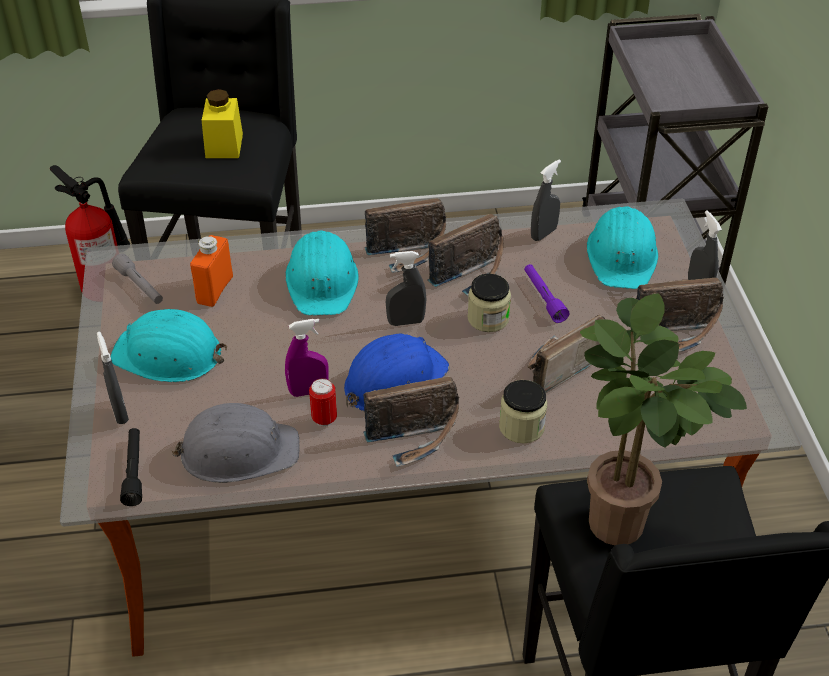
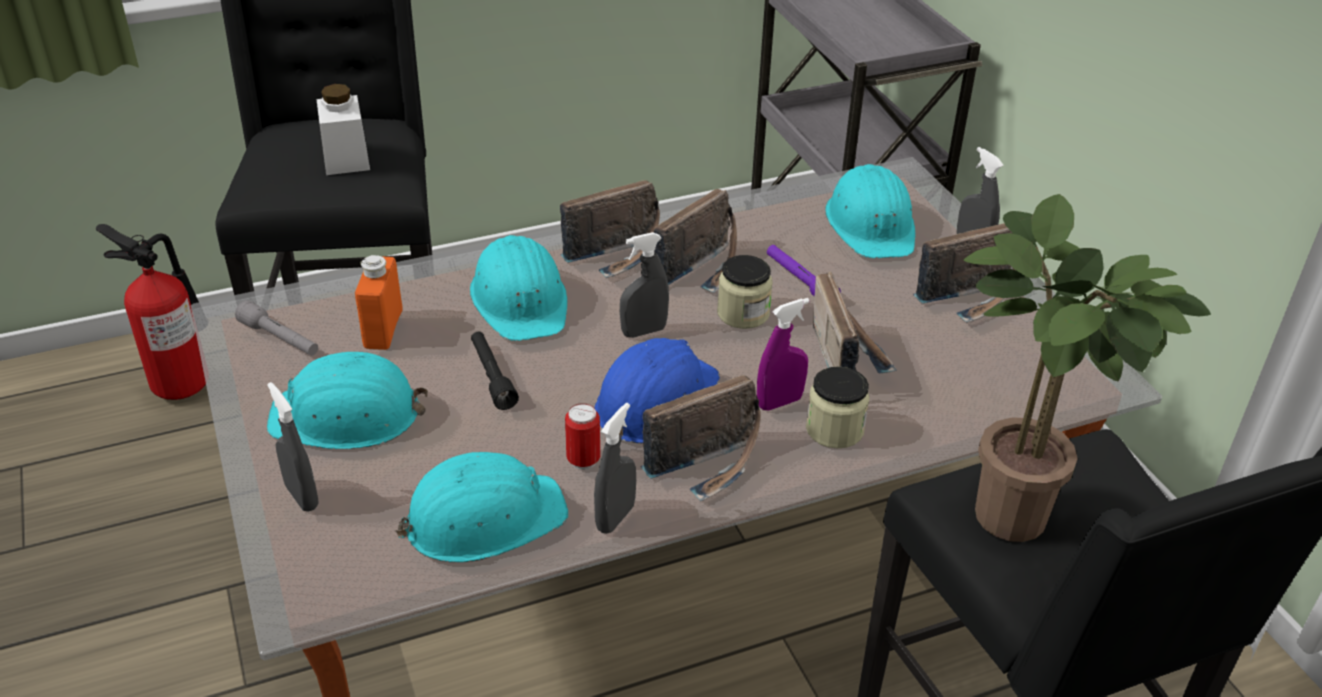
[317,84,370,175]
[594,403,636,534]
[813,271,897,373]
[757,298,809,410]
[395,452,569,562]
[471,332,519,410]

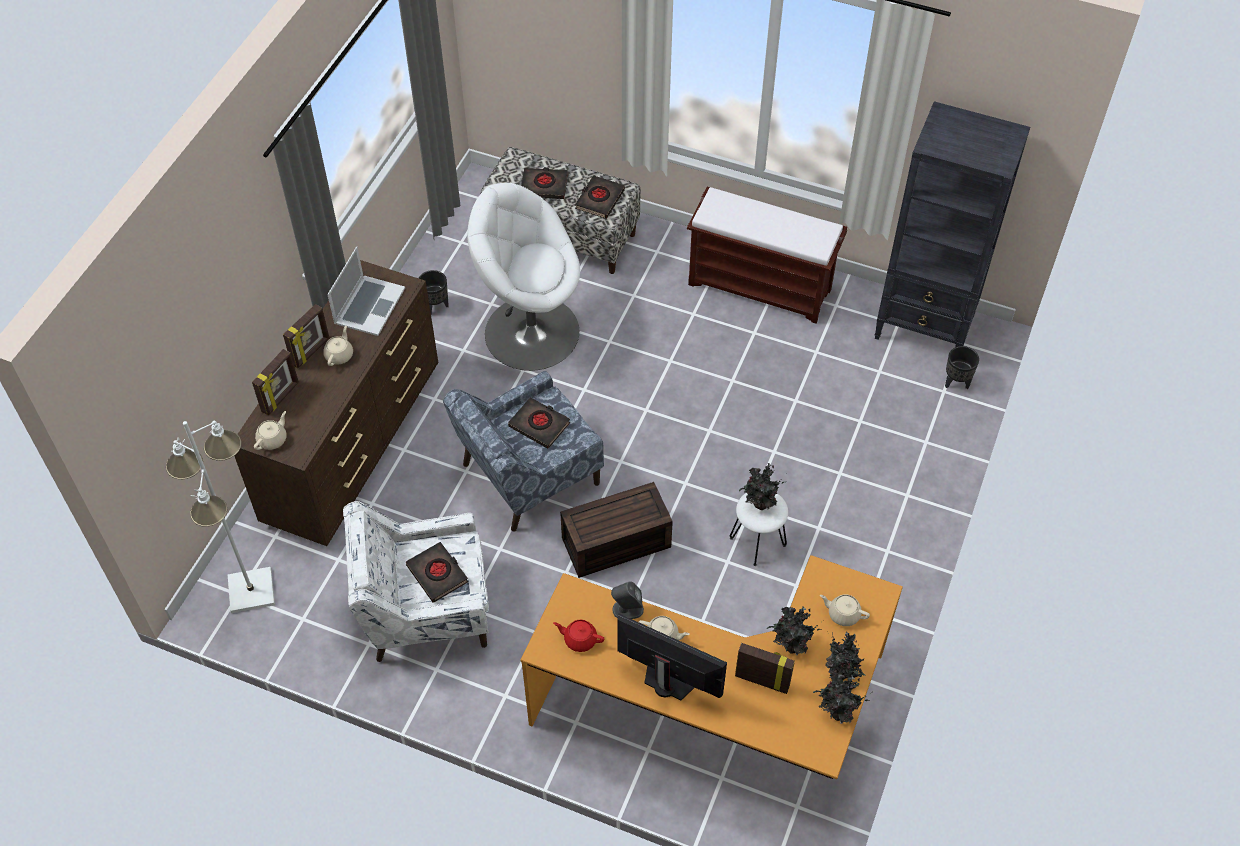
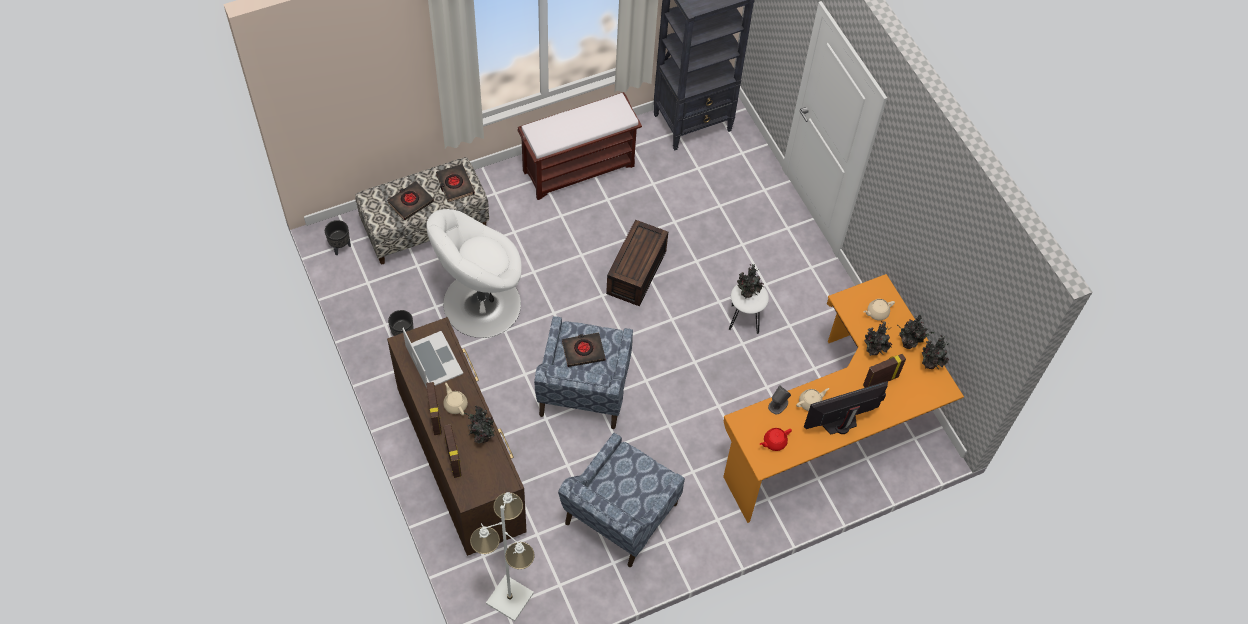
[325,220,351,256]
[254,411,287,450] (first image)
[606,220,668,306]
[558,433,685,567]
[406,542,468,603] (first image)
[464,405,495,444]

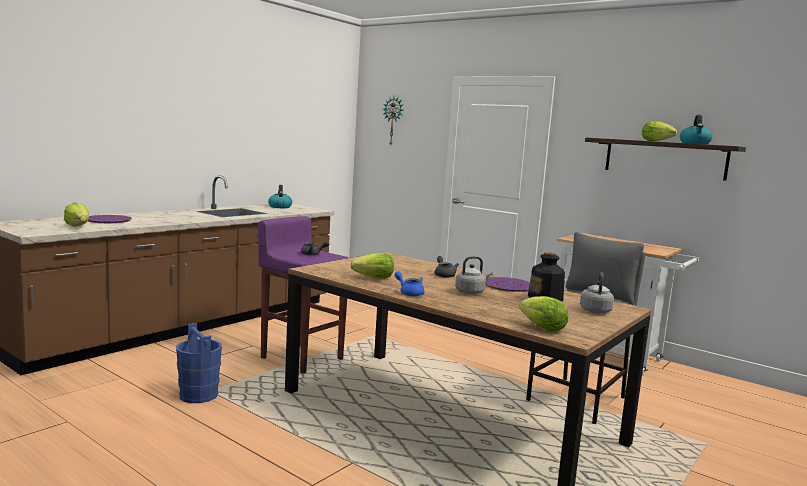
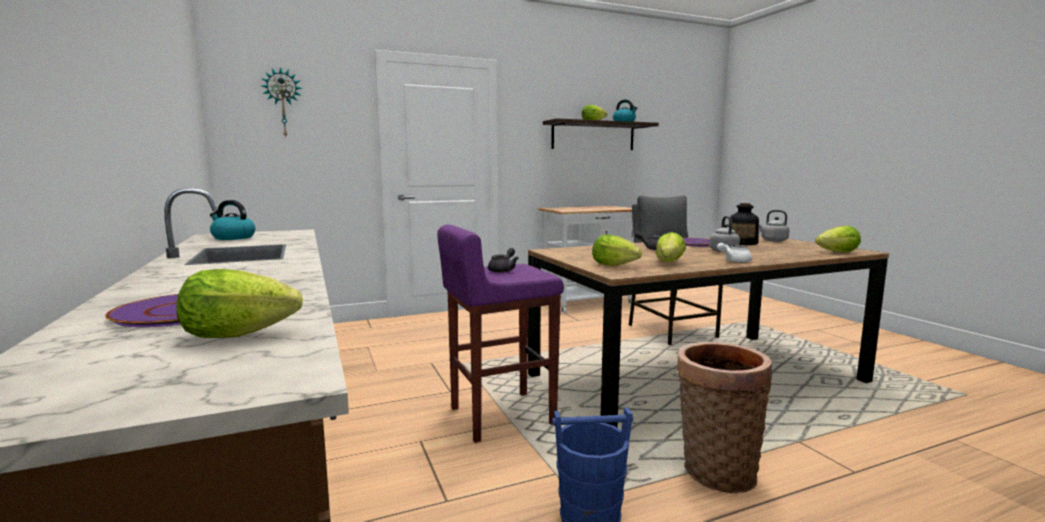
[717,243,752,263]
[592,234,642,266]
[676,342,772,493]

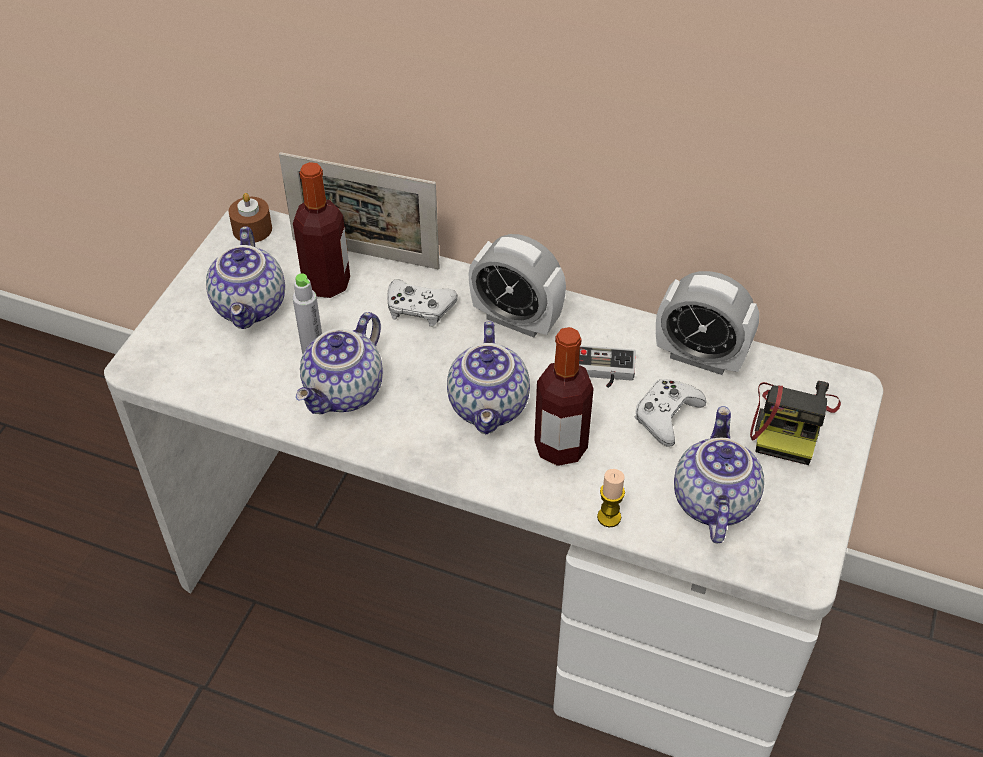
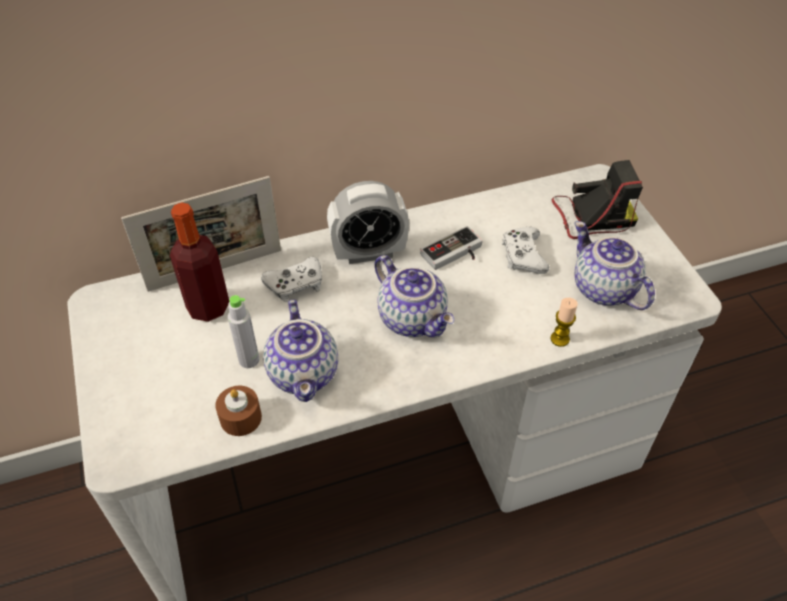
[215,386,262,436]
[206,226,285,329] (first image)
[656,271,759,375] (first image)
[534,327,594,466] (first image)
[551,160,643,239]

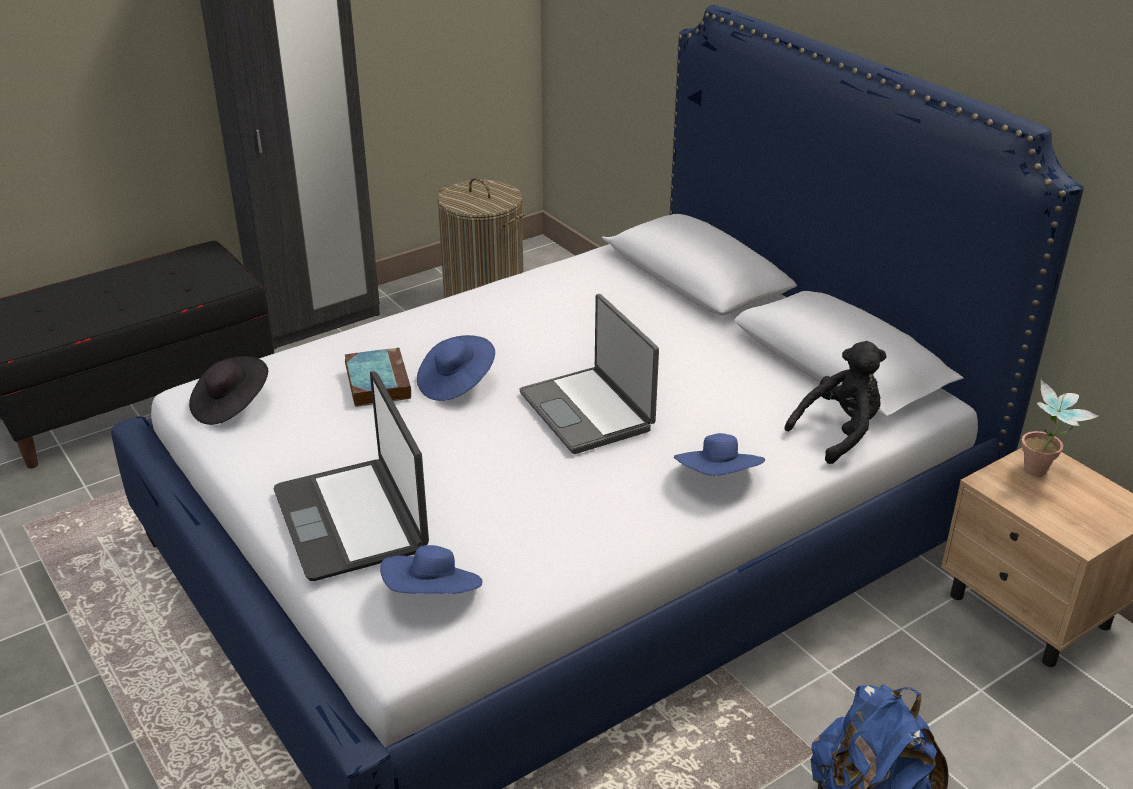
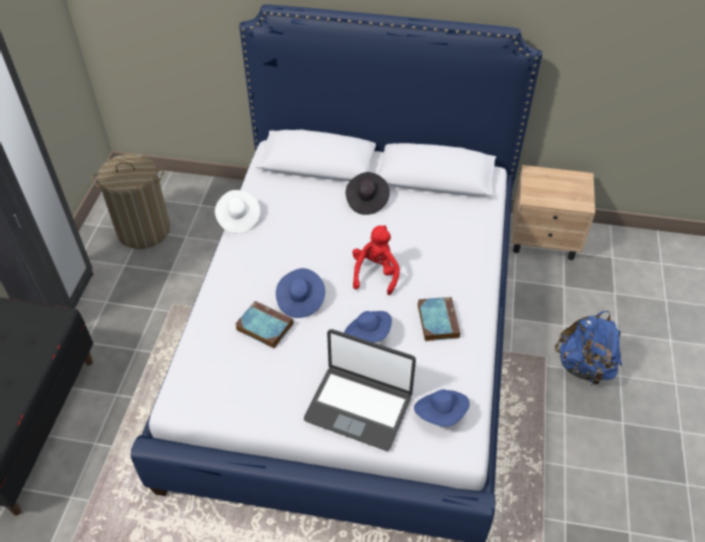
[352,225,400,295]
[784,341,887,464] (first image)
[346,172,390,215]
[1022,380,1098,477] (first image)
[344,311,392,342]
[215,190,260,234]
[418,297,460,341]

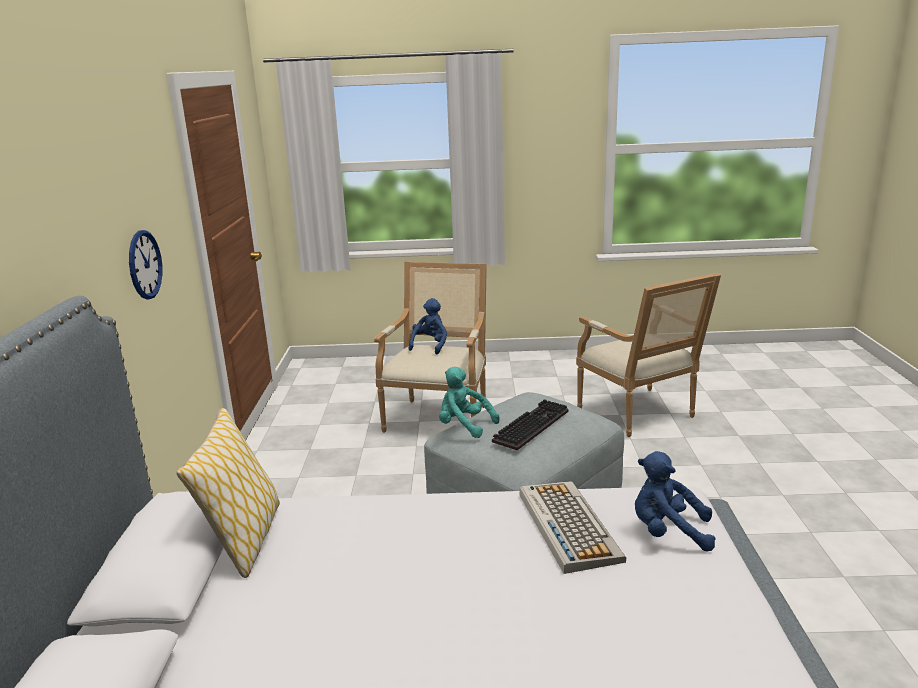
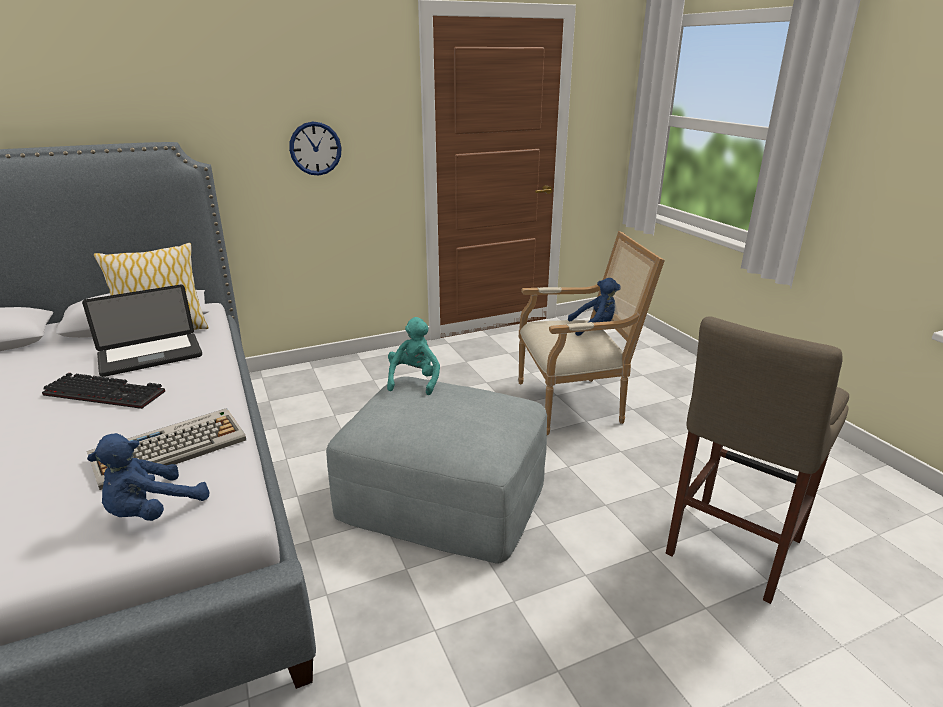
[666,316,849,604]
[42,373,165,409]
[87,433,209,521]
[82,285,202,377]

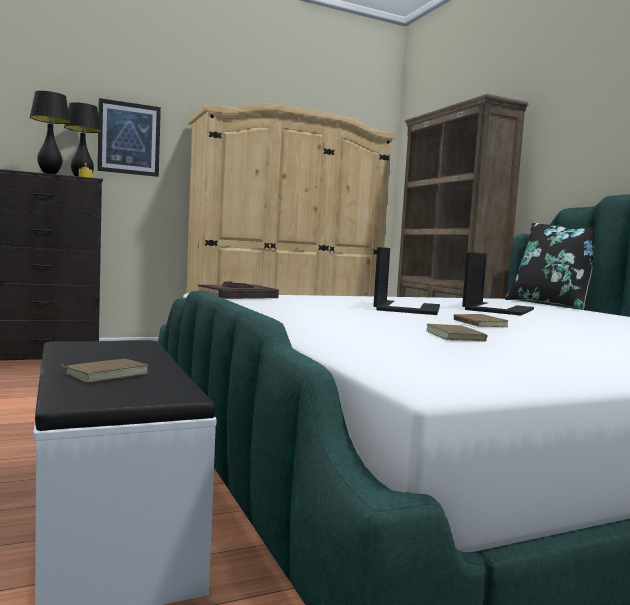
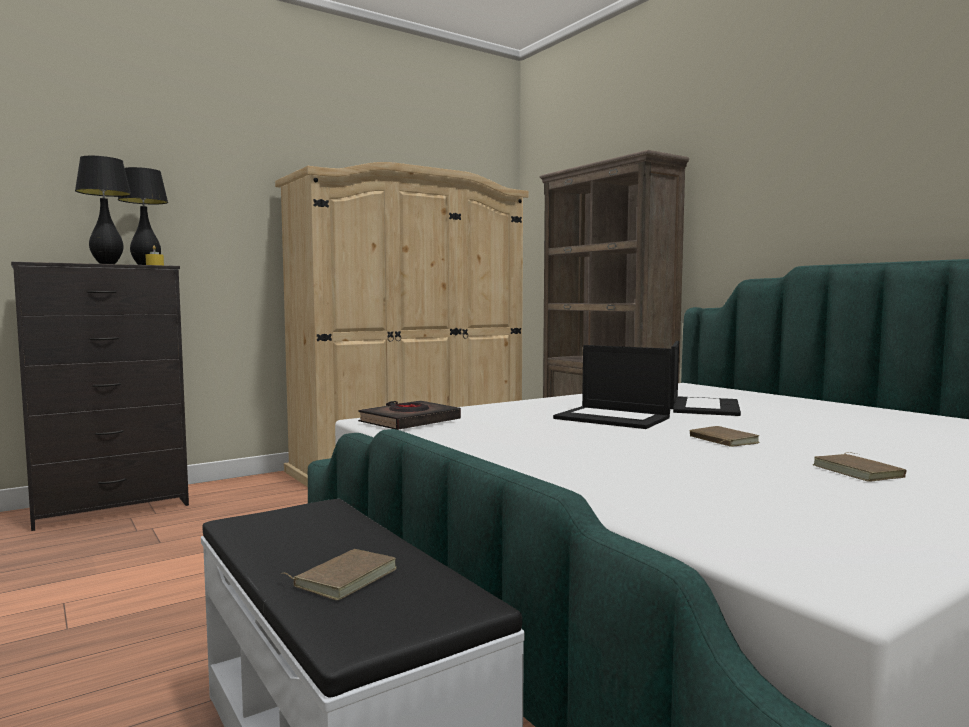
[97,98,161,177] (first image)
[505,222,595,310] (first image)
[553,345,672,429]
[813,452,907,482]

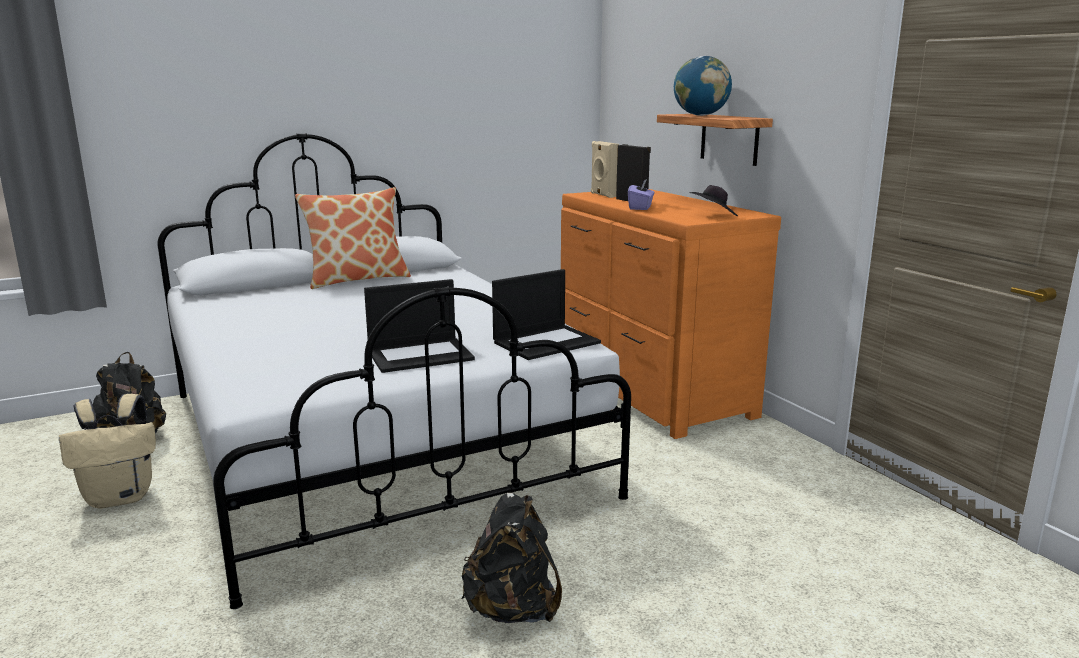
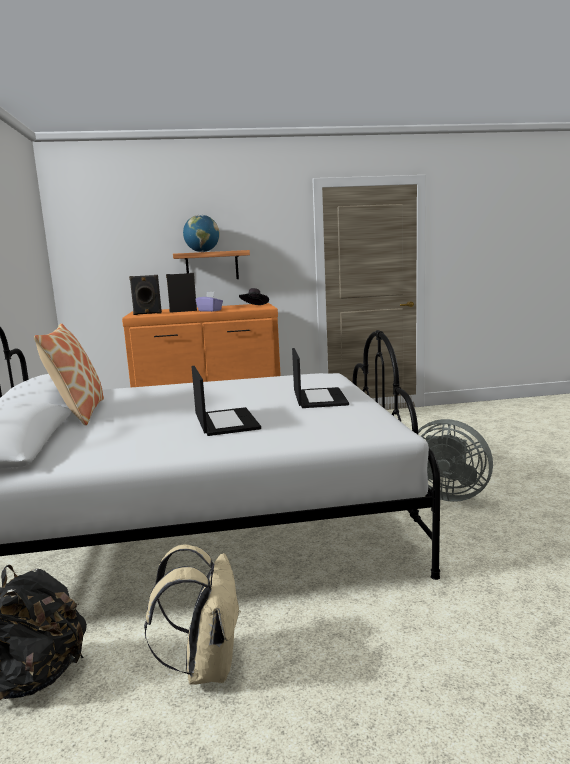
[129,275,162,315]
[191,366,261,436]
[418,419,493,502]

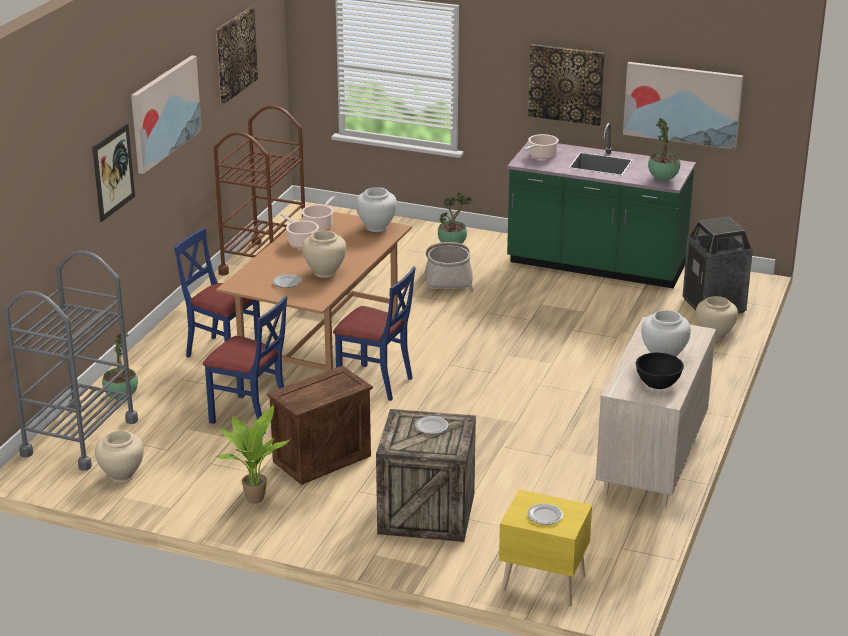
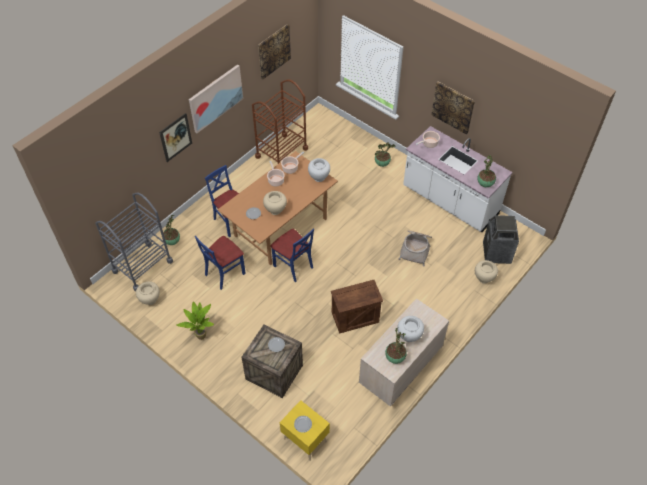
[623,62,743,150] (first image)
[403,126,513,232]
[399,231,432,266]
[195,236,246,290]
[385,328,407,364]
[331,280,383,334]

